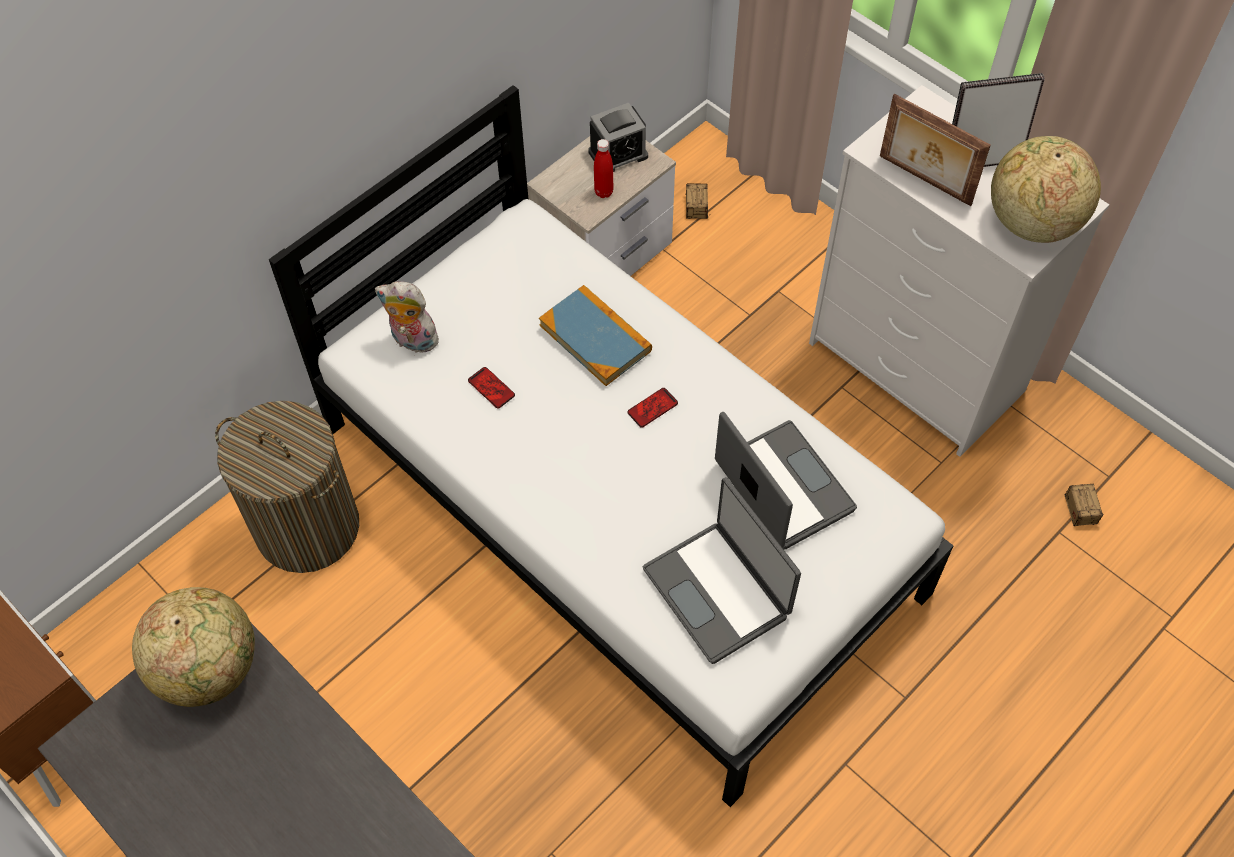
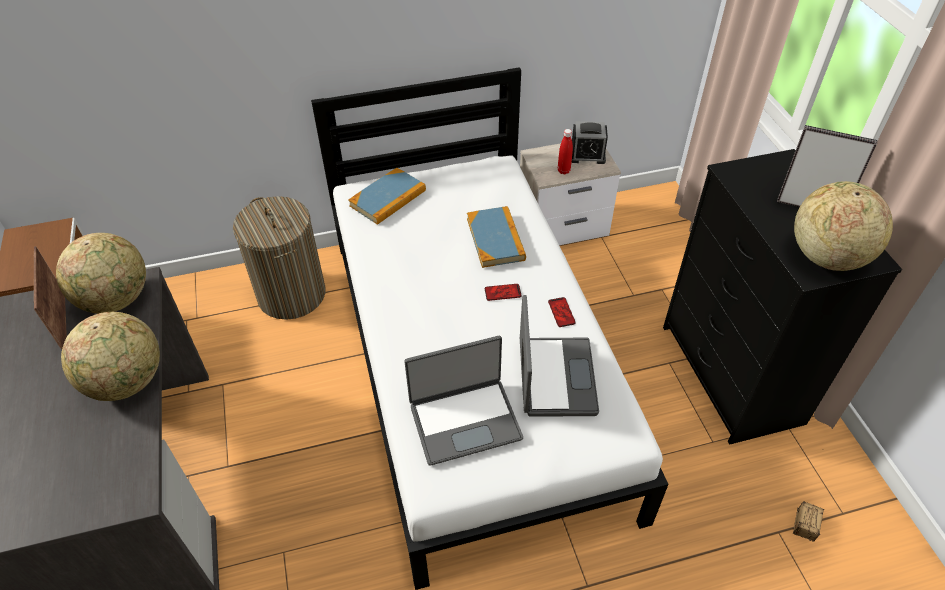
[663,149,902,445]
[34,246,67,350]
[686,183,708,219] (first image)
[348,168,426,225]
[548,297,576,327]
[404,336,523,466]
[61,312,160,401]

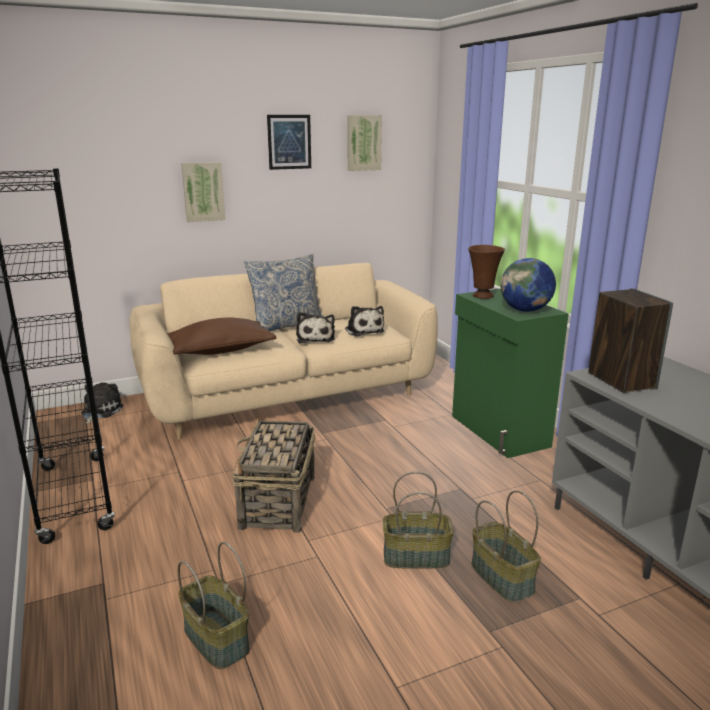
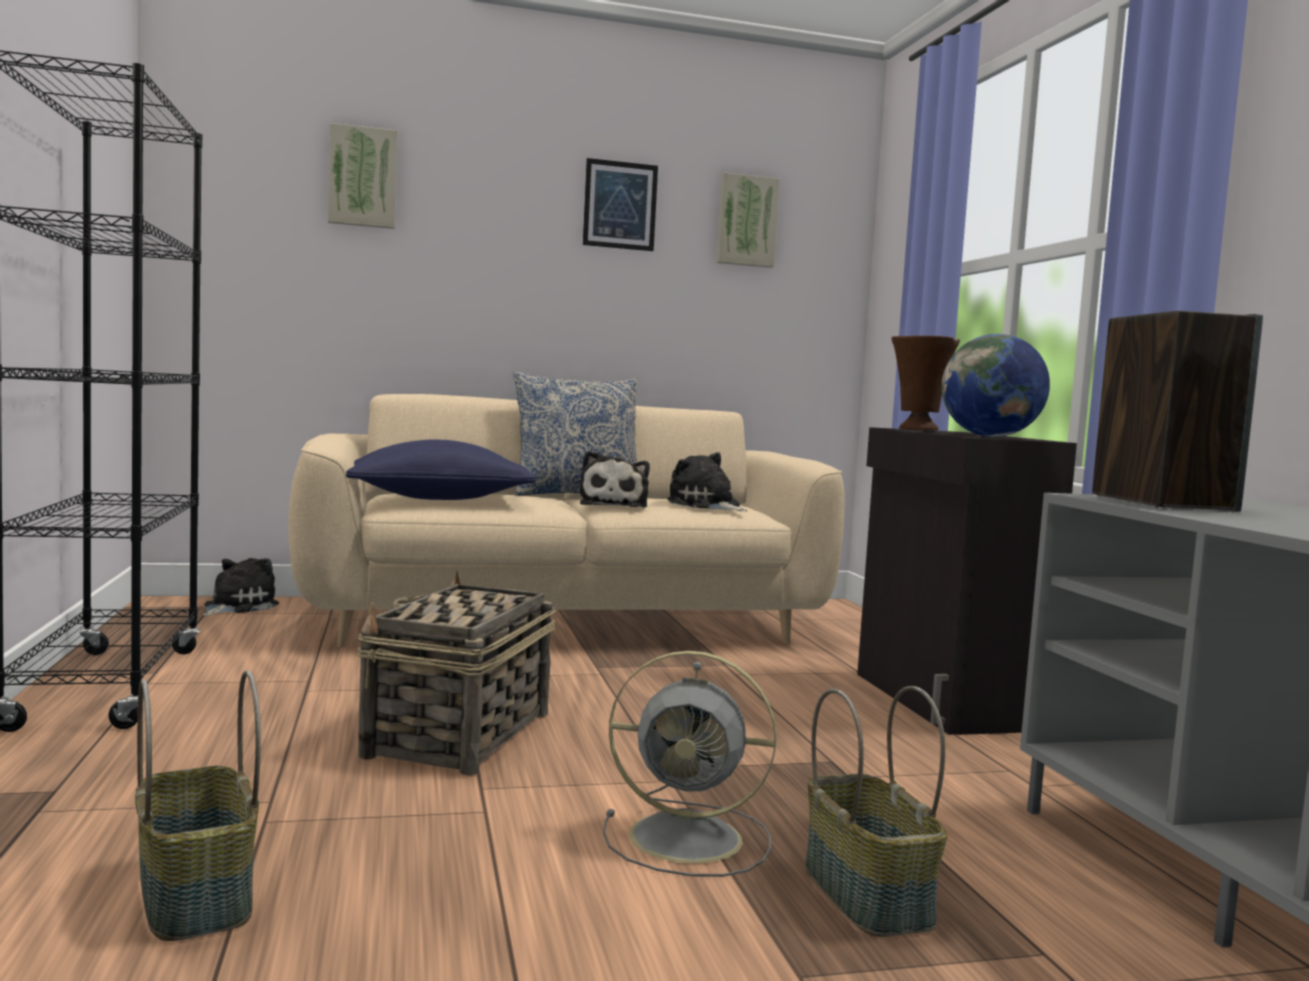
[328,123,397,229]
[857,427,1077,735]
[667,452,747,511]
[346,440,536,500]
[603,651,777,877]

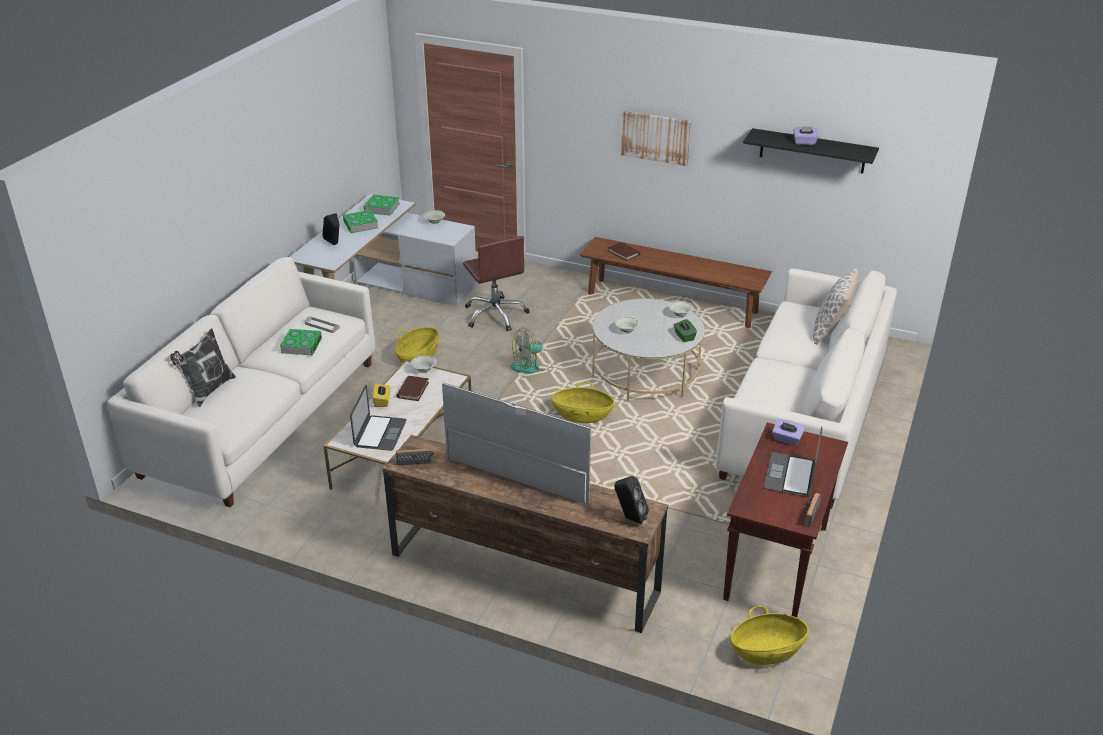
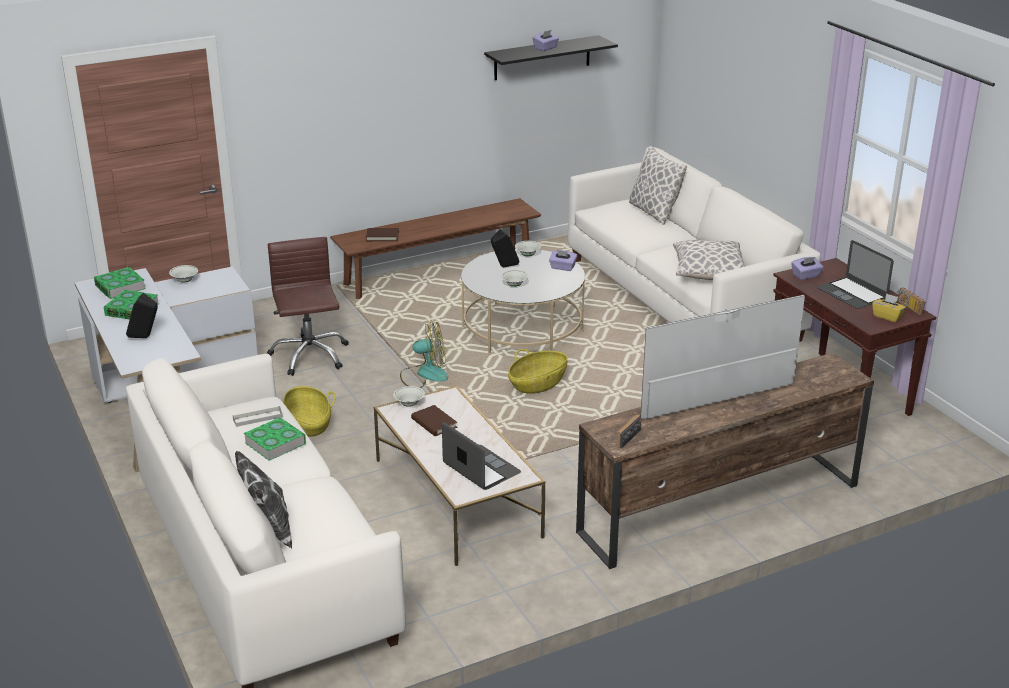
[621,111,691,166] (first image)
[267,237,349,376]
[549,250,577,271]
[400,320,448,388]
[872,293,906,322]
[491,229,519,267]
[731,606,809,665] (first image)
[673,240,744,280]

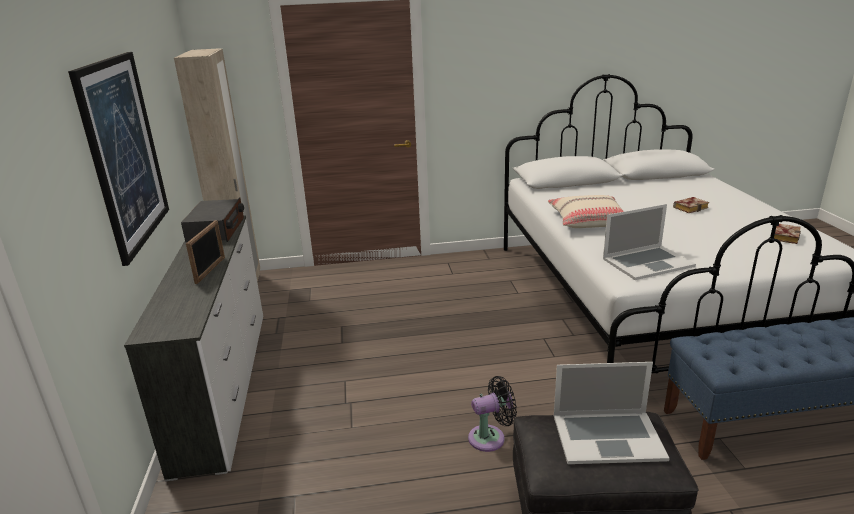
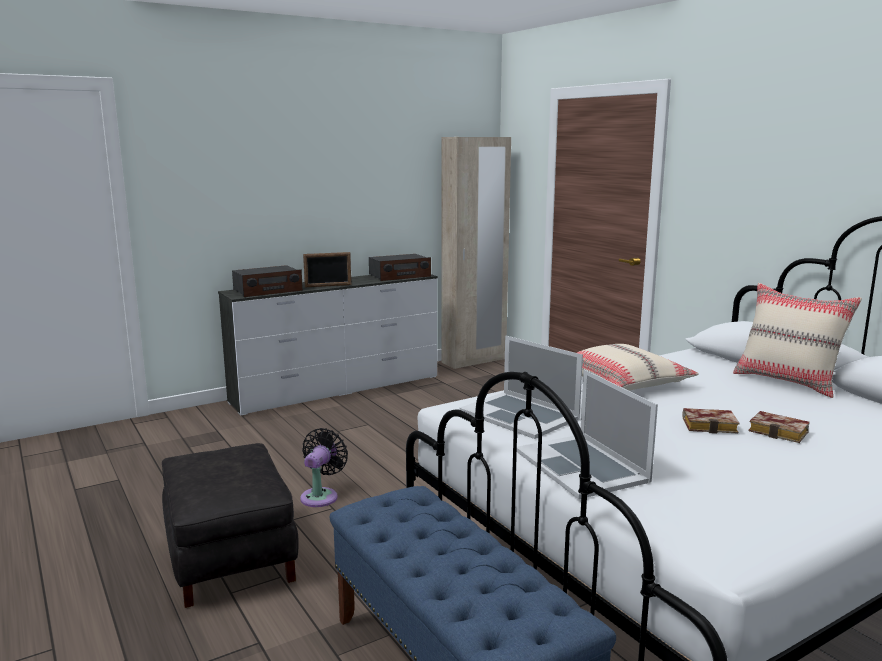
[68,52,169,266] (first image)
[682,408,739,434]
[517,369,658,499]
[300,428,348,507]
[232,265,303,297]
[733,283,862,398]

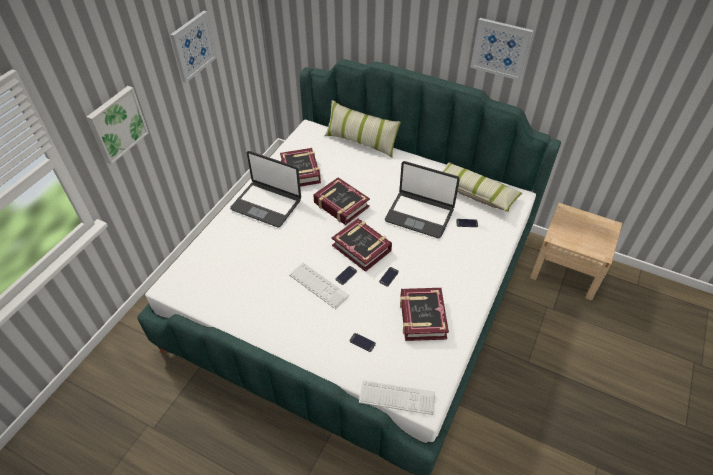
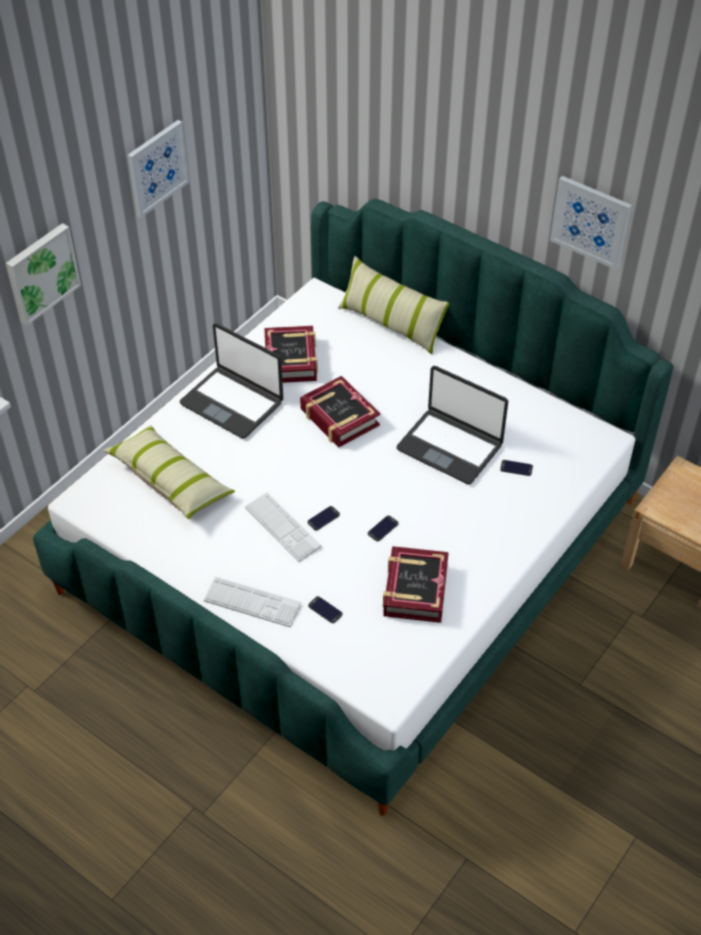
[102,425,235,519]
[332,218,392,272] (first image)
[204,576,301,627]

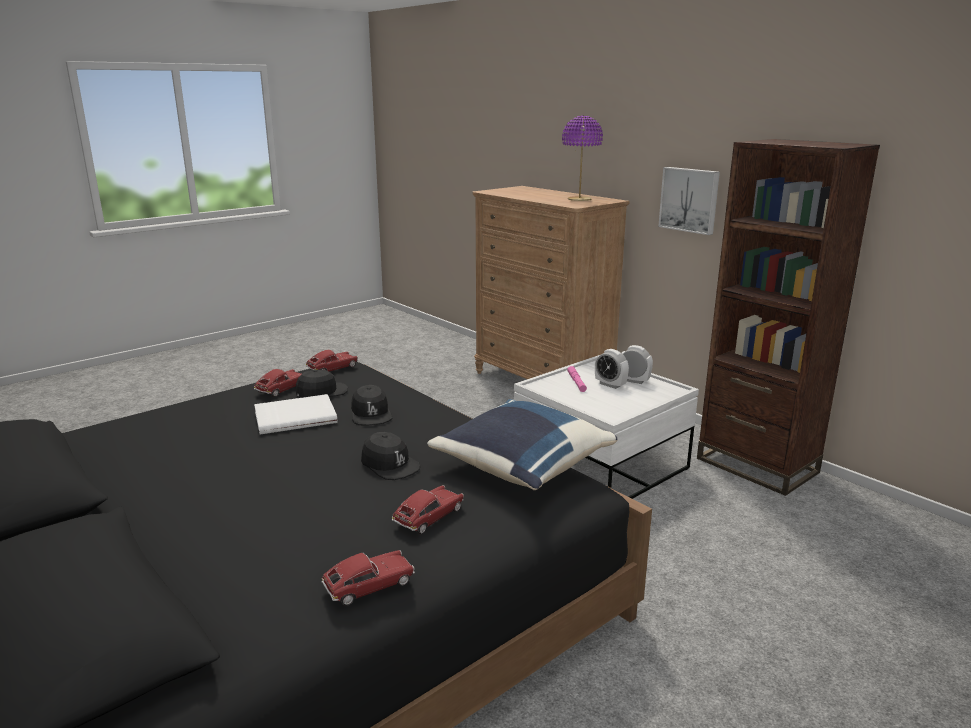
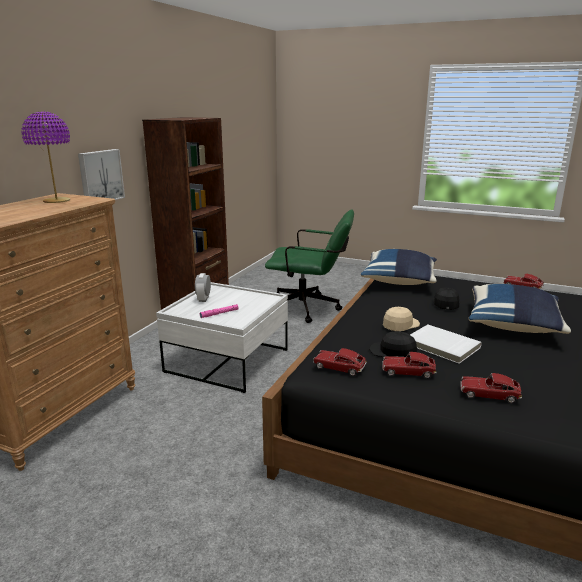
[595,349,629,389] (first image)
[383,307,420,331]
[460,373,522,403]
[265,210,354,323]
[469,284,571,334]

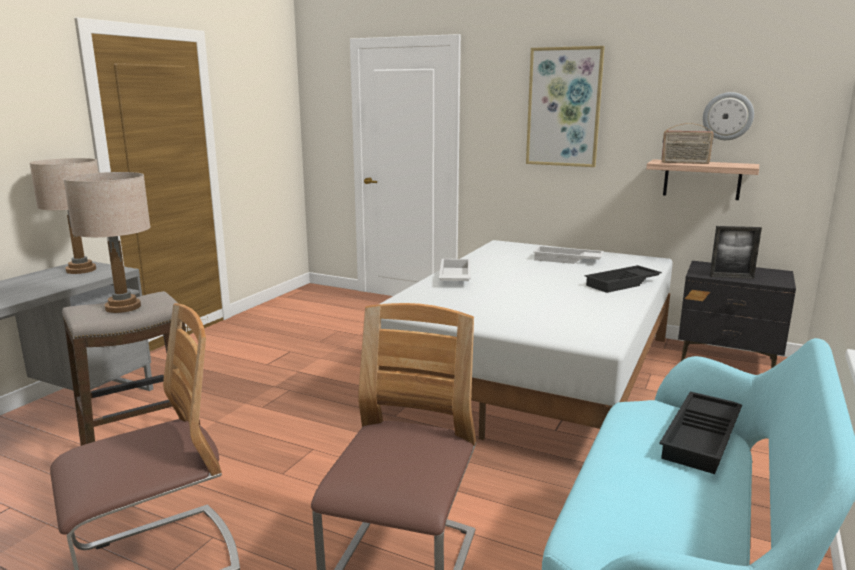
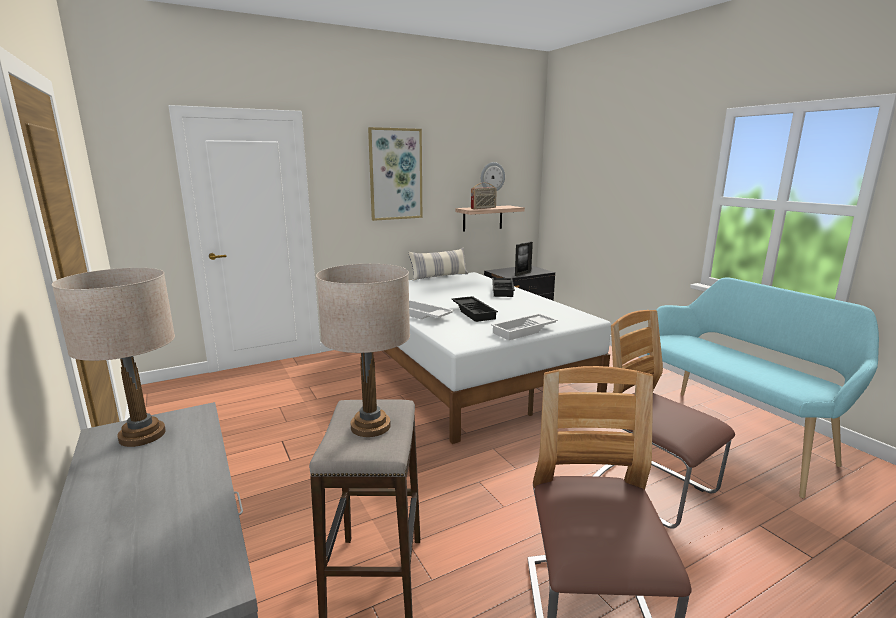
[491,313,558,340]
[452,296,498,322]
[408,248,468,281]

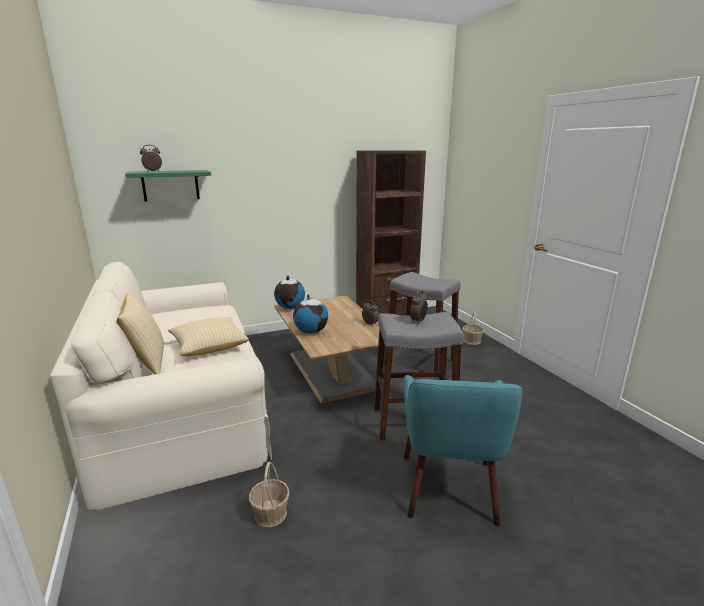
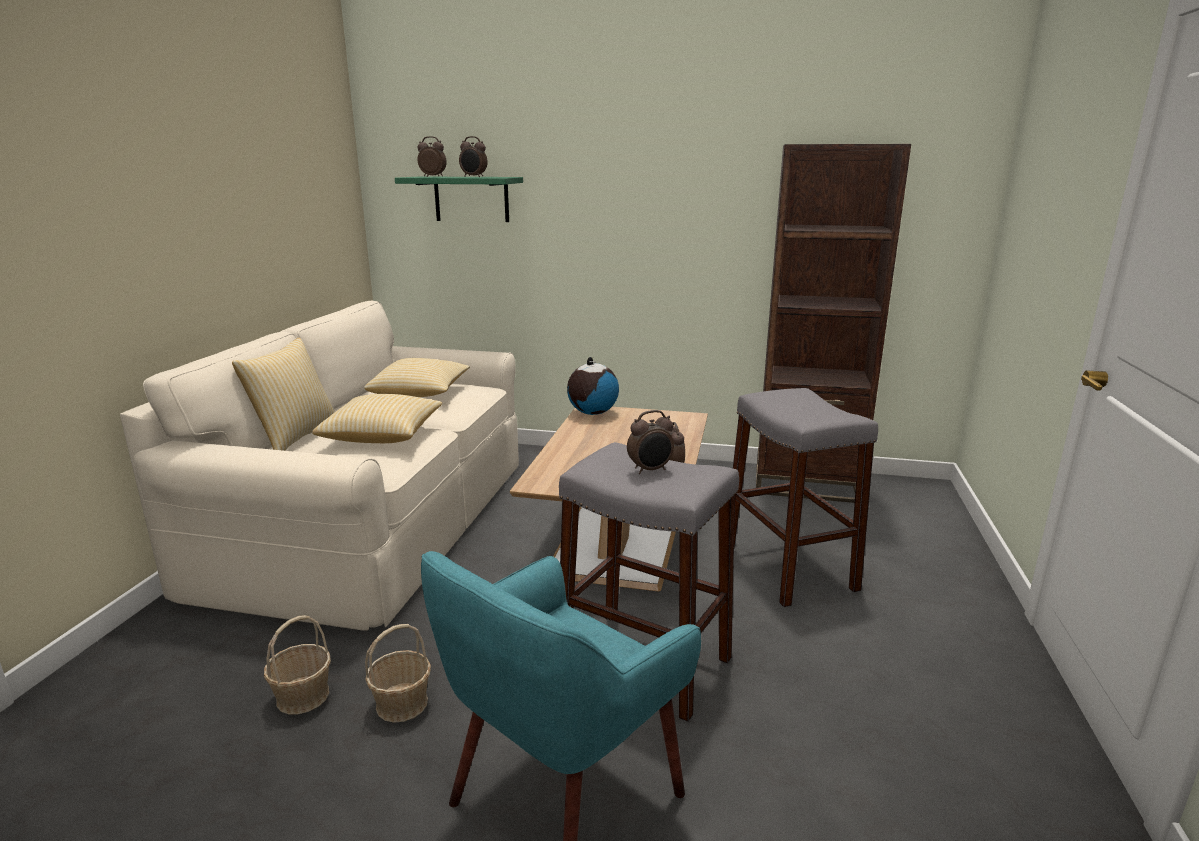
[293,294,328,334] (first image)
[365,624,431,723]
[459,136,488,177]
[364,358,470,397]

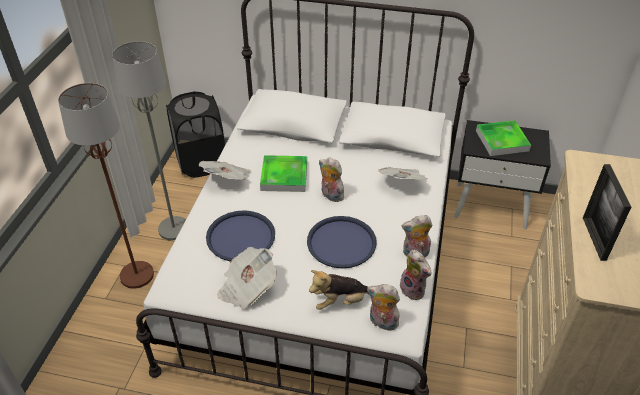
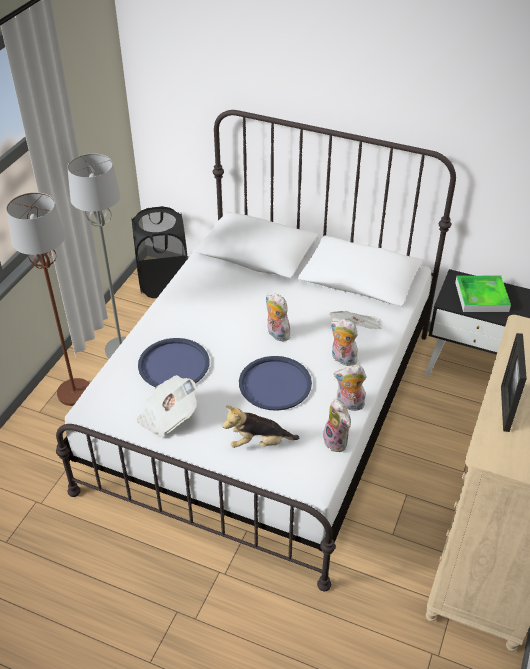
[260,155,307,192] (first image)
[199,161,251,180] (first image)
[330,319,358,366]

